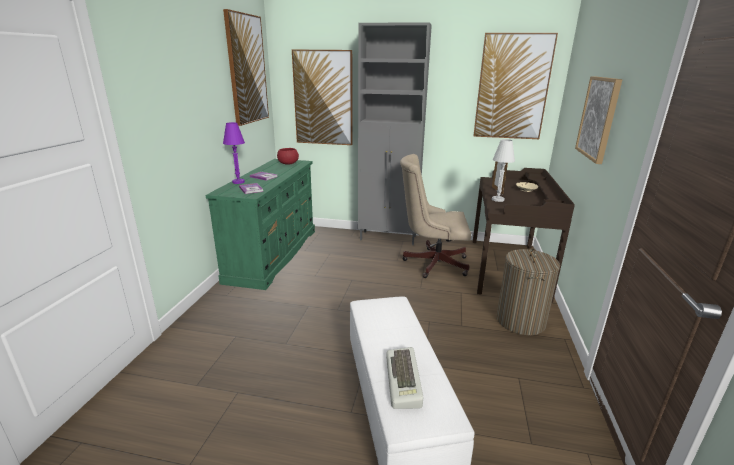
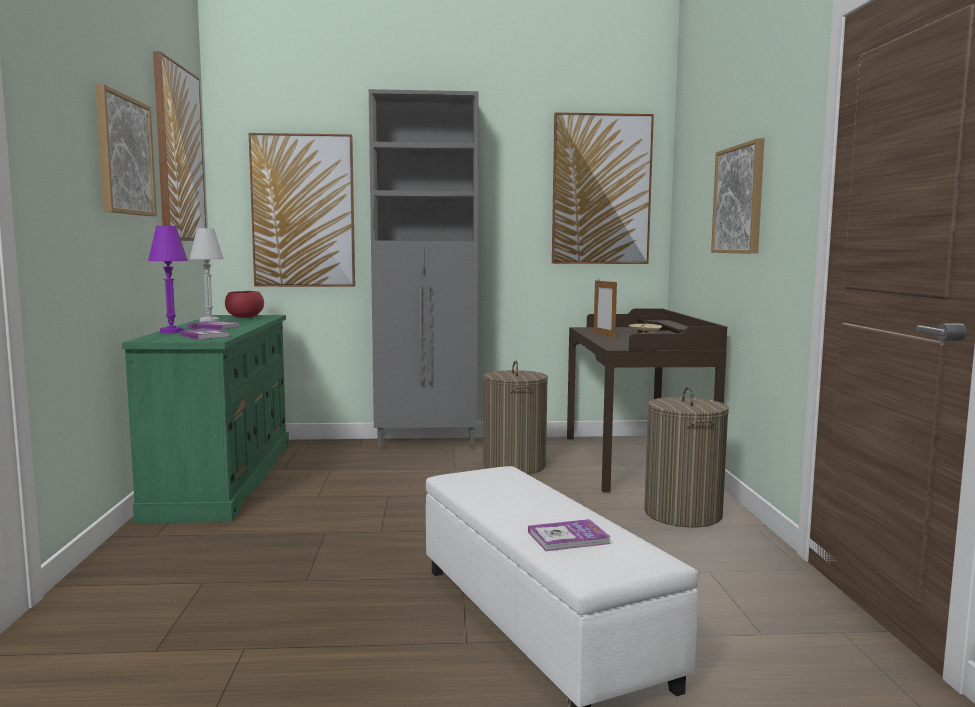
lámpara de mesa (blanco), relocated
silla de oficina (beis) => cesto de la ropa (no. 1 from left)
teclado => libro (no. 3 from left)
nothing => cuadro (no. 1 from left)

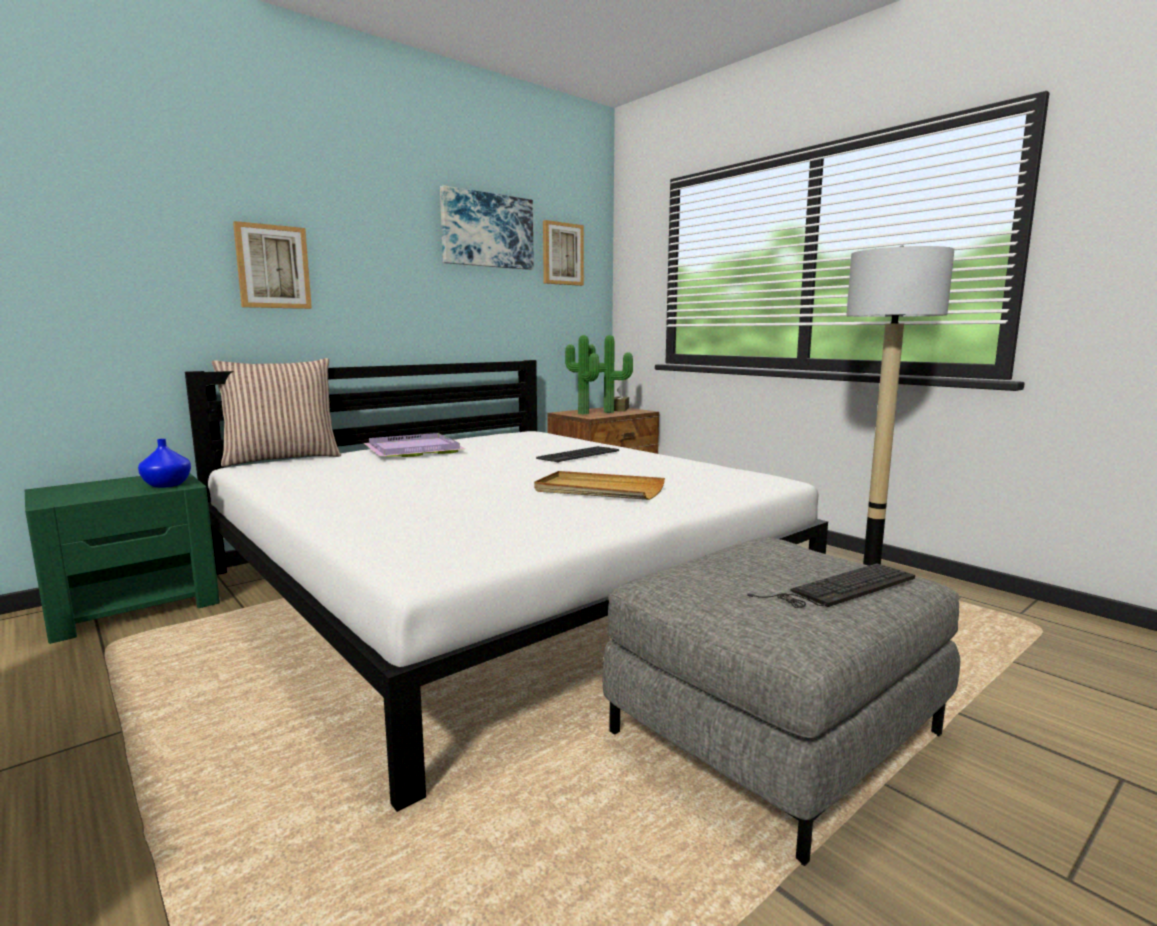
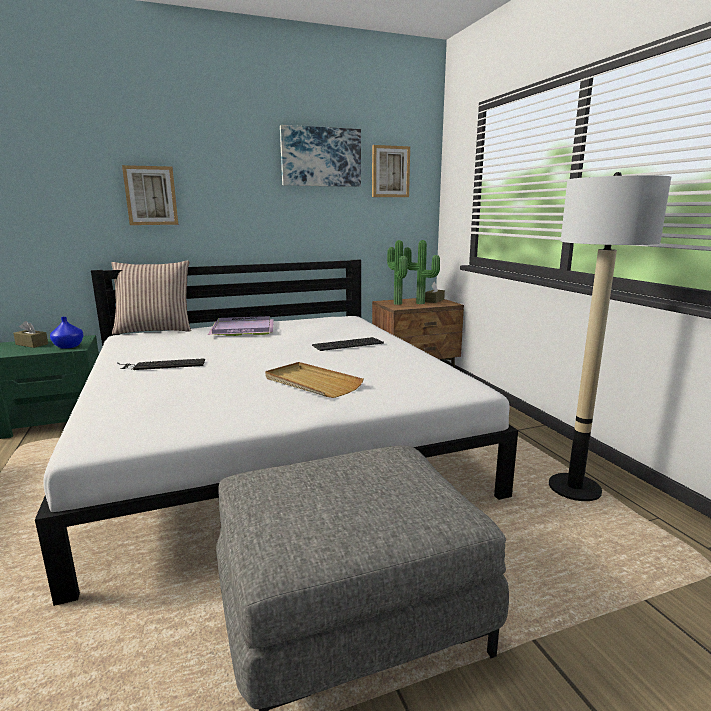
teclado (no. 2 from left in the first image) => teclado (no. 1 from left), relocated
nothing => caja de pañuelos (marrón) (no. 1 from left)

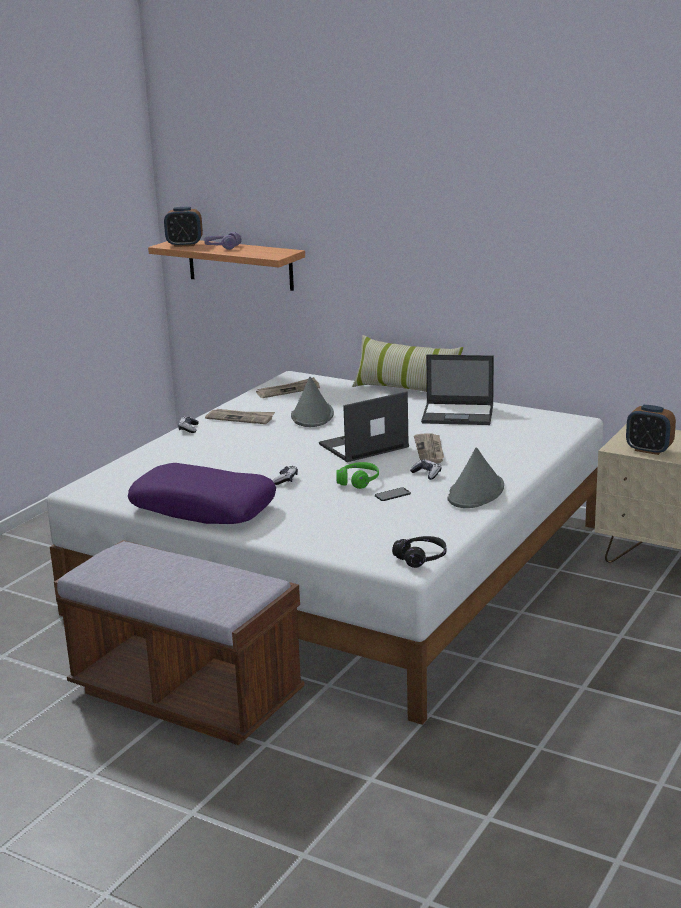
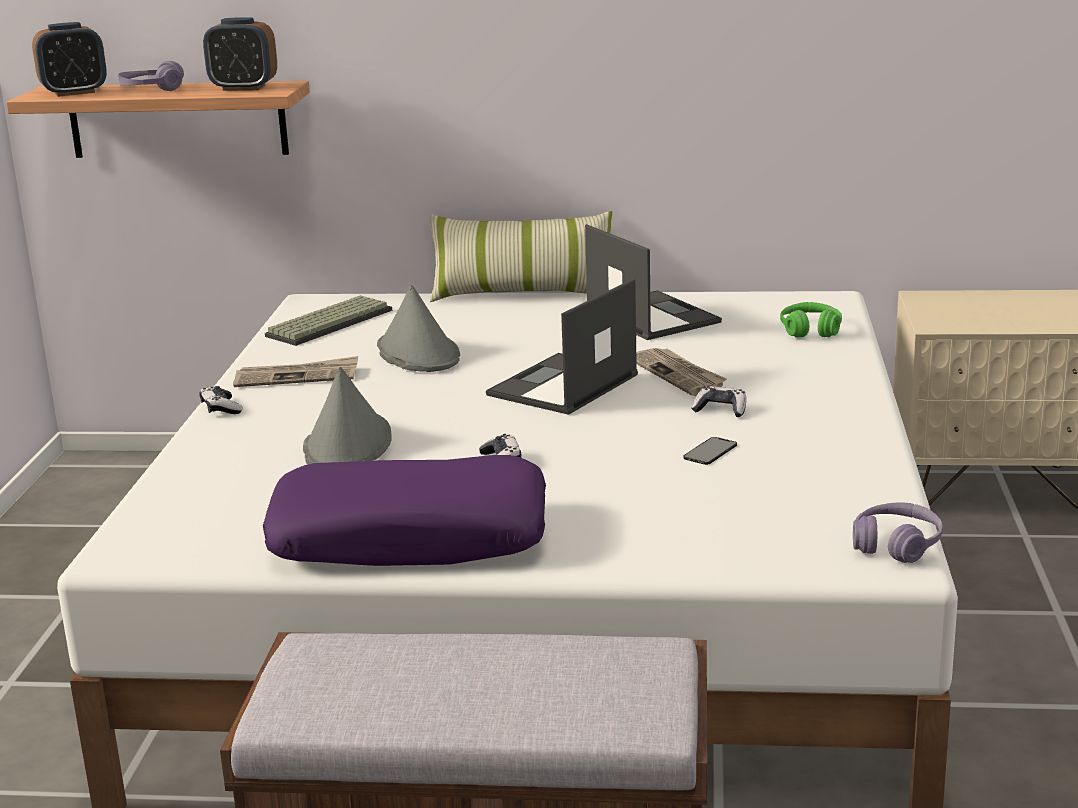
portátil (no. 2 from left), 105 degrees counterclockwise
periódico (no. 2 from left) => teclado
despertador (no. 2 from left), relocated
sombrero (gris) (no. 2 from left in the first image) => sombrero (gris) (no. 1 from left), relocated
auriculares (verde), relocated
auriculares (negro) => auriculares (morado) (no. 2 from left)

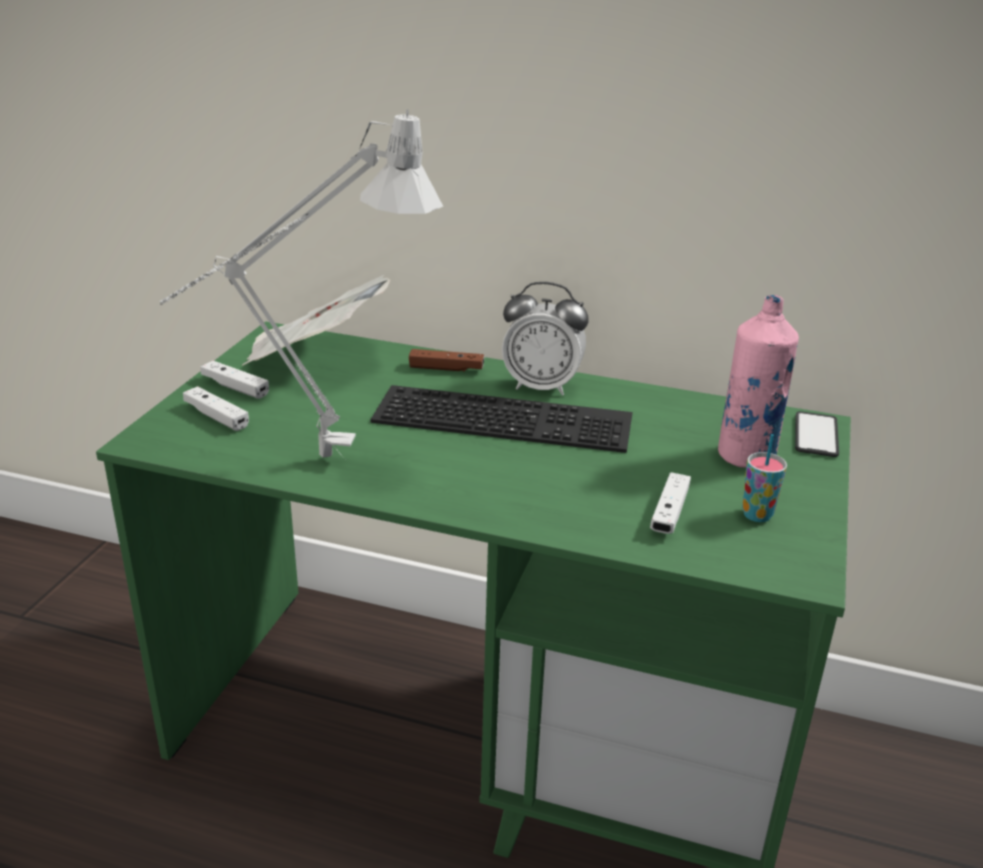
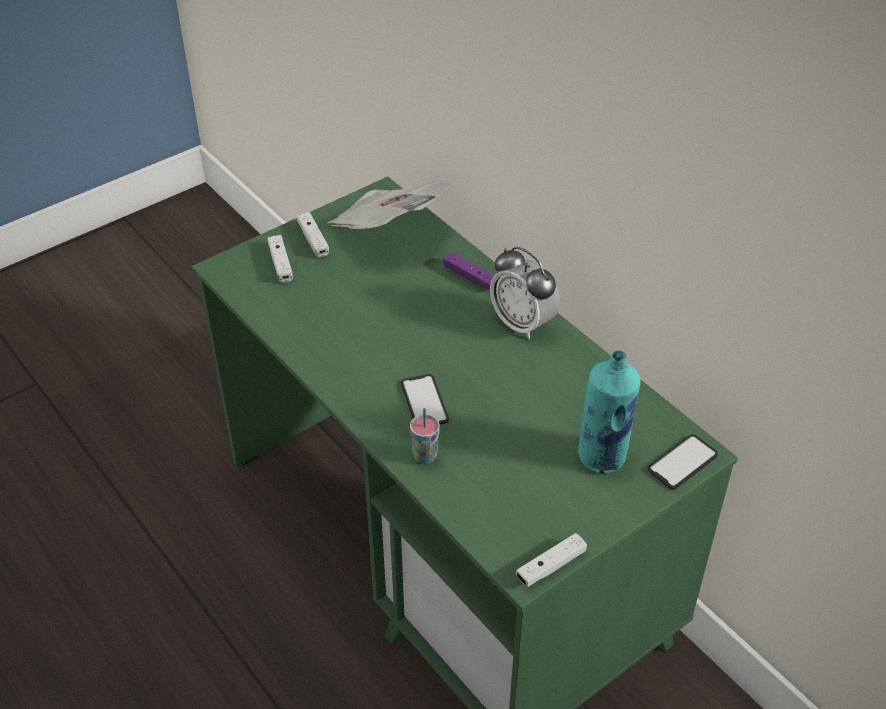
lámpara de mesa (gris) => nothing
botella (rosa) => botella (turquesa)
mando de consola (marrón) => mando de consola (morado)
teclado => nothing
taza, relocated
mando de consola (blanco) (no. 3 from left), relocated
nothing => móvil (no. 1 from left)

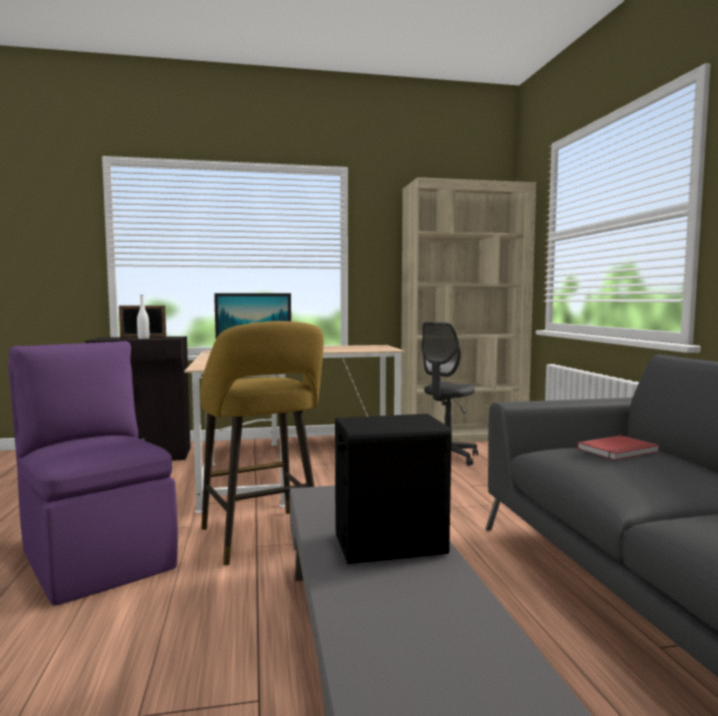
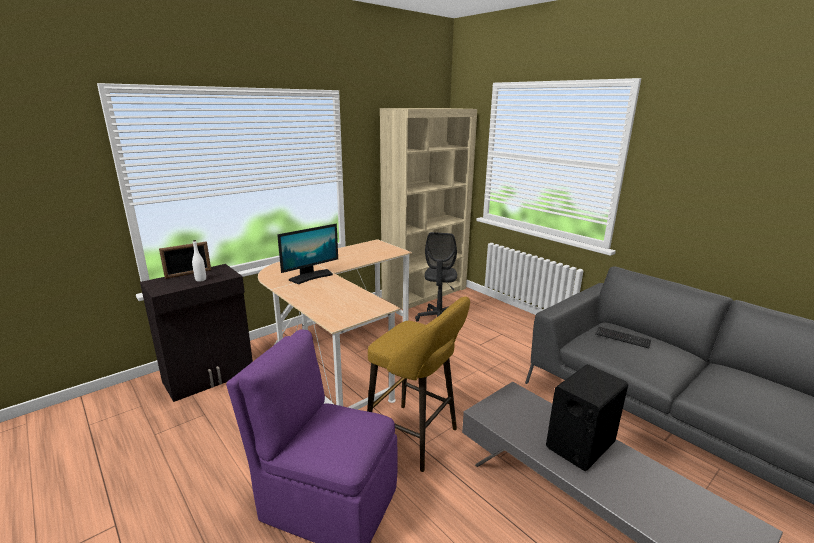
libro (rojo) => teclado

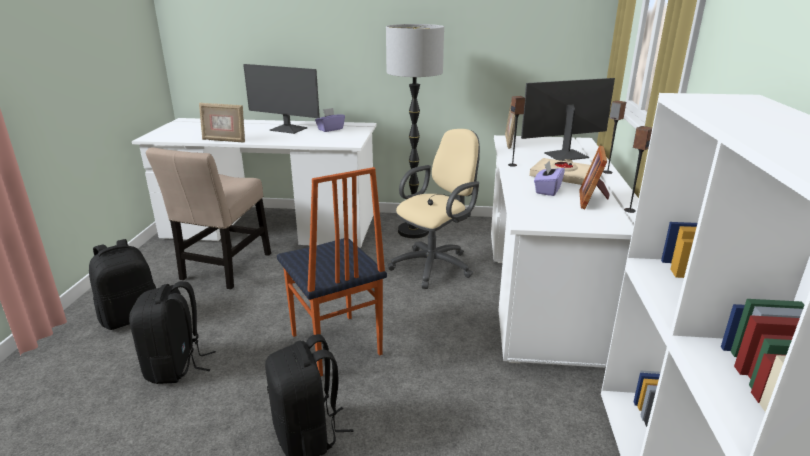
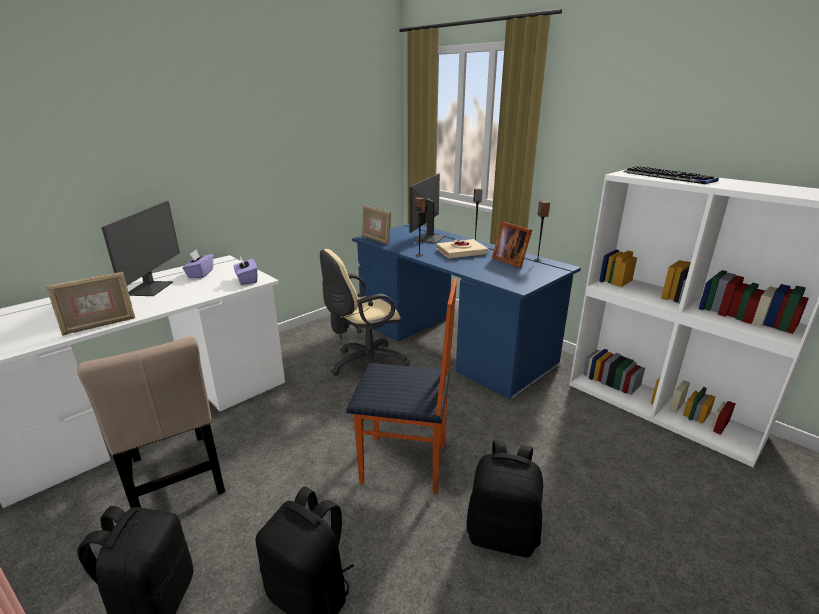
lámpara de pie => nothing
monitor (no. 1 from left), 60 degrees counterclockwise
silla de oficina (beis), 120 degrees counterclockwise
escritorio (blanco) (no. 2 from left) => escritorio (azul)
caja de pañuelos (morado) (no. 2 from left), relocated
nothing => teclado

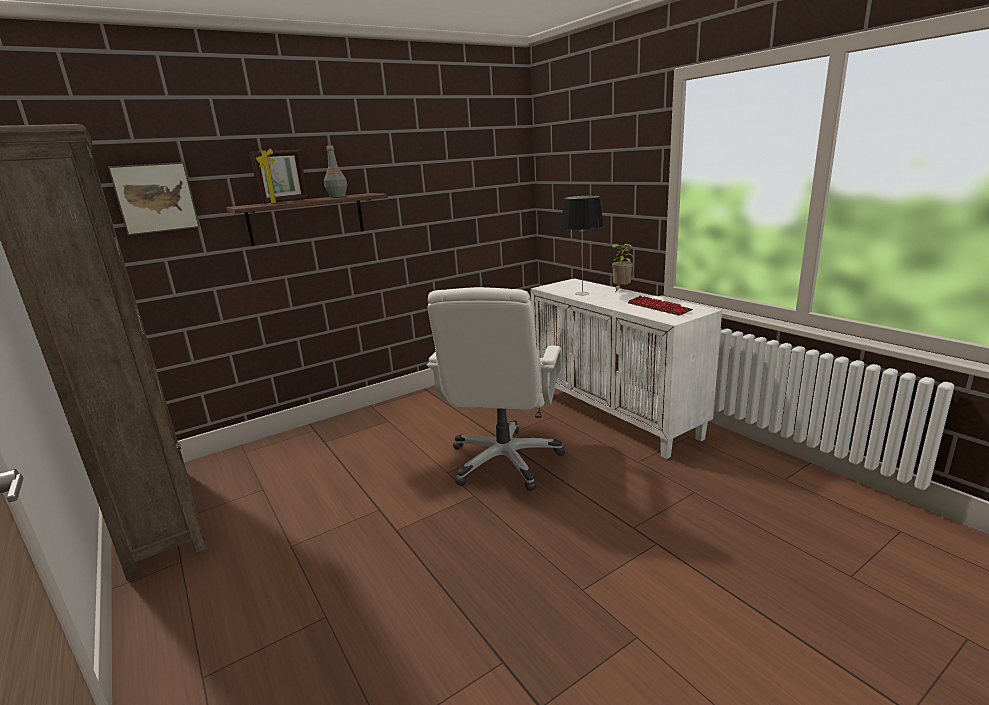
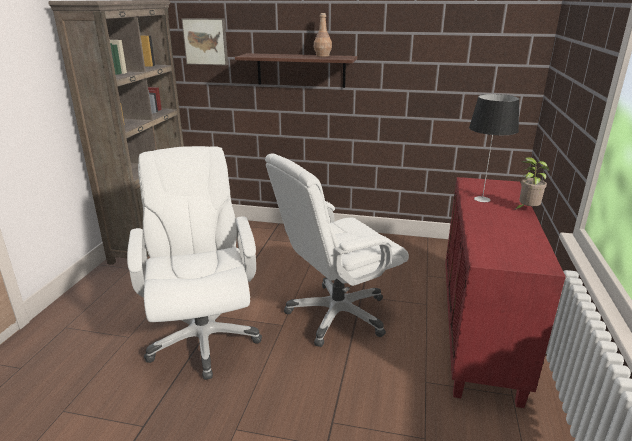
botella (gris) => botella (marrón)
portarretratos => nothing
armario (blanco) => armario (rojo)
teclado => nothing
nothing => silla de oficina (blanco) (no. 1 from left)

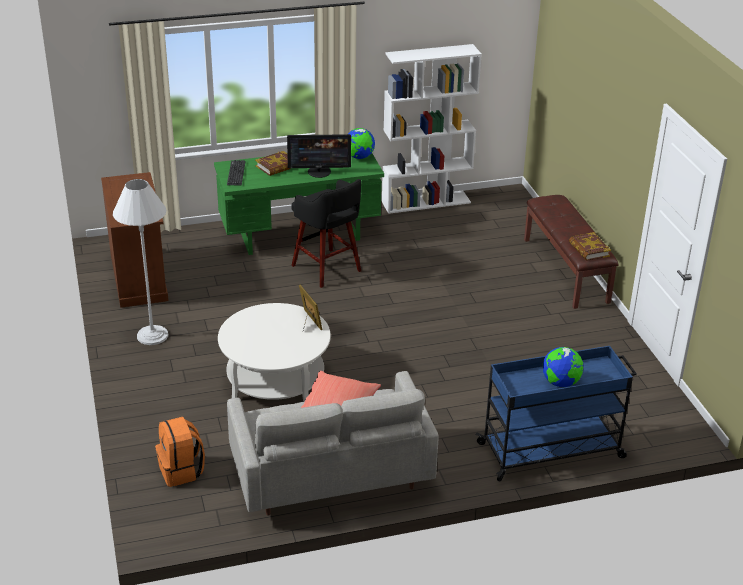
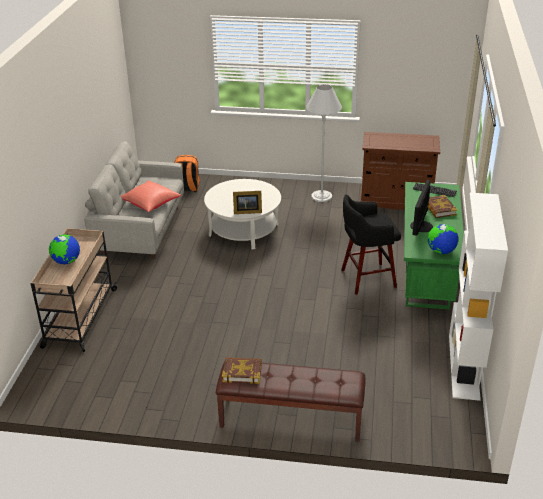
carrito (azul) => carrito (beis)

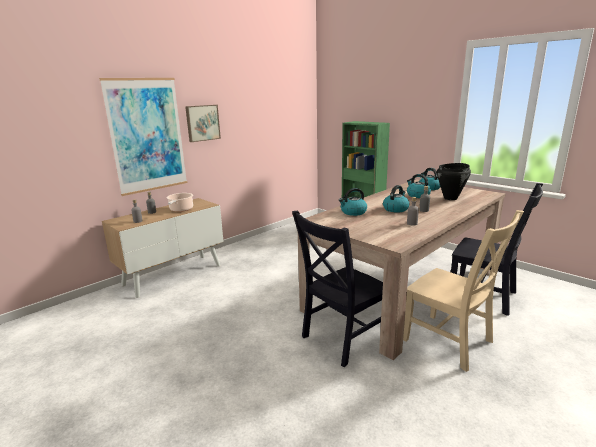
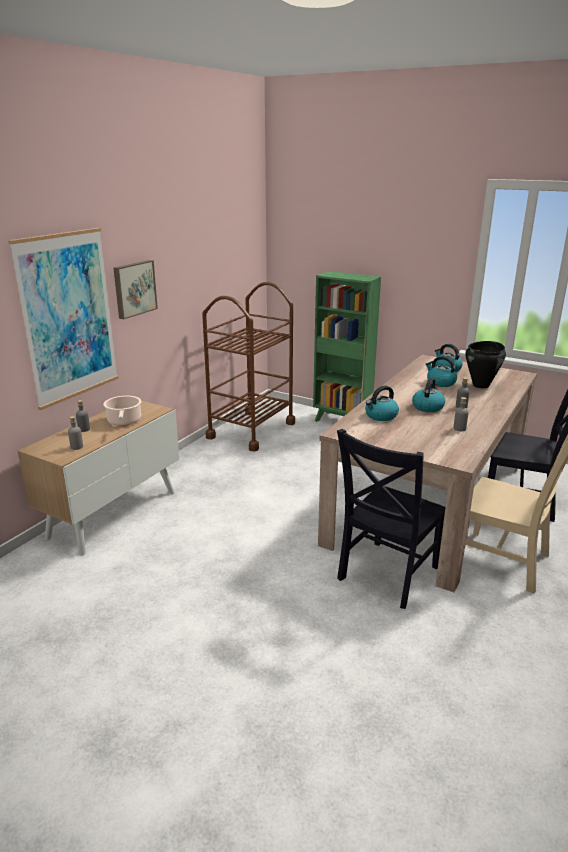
nothing => carrito (marrón)

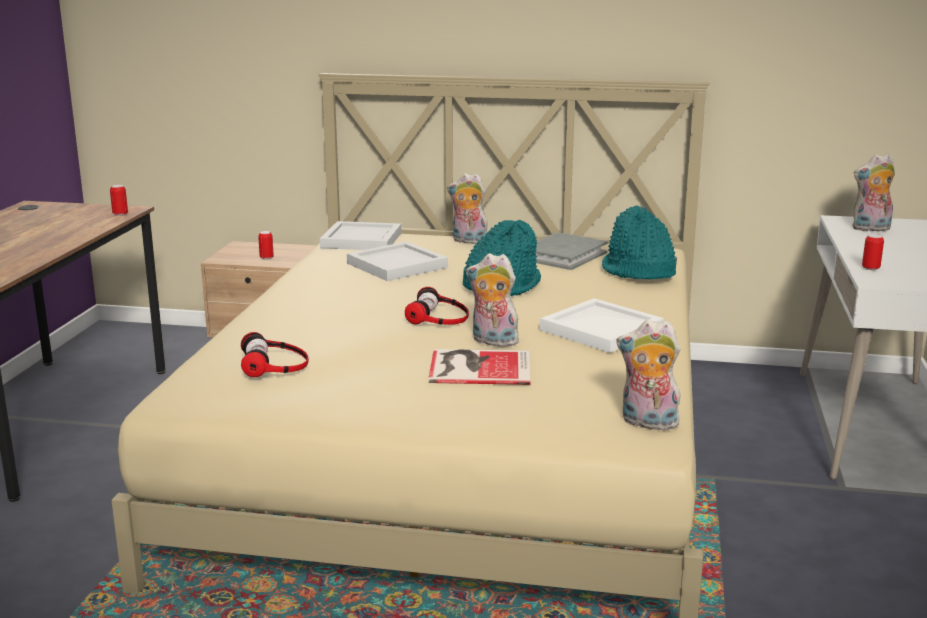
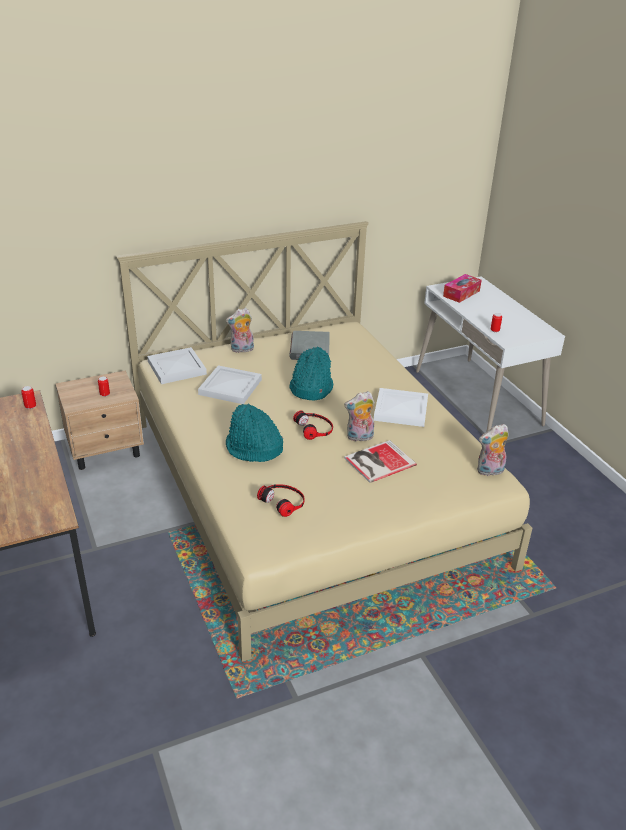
peluche (no. 4 from left) => caja de pañuelos
sombrero (turquesa) (no. 2 from left in the first image) => sombrero (turquesa) (no. 1 from left), relocated

